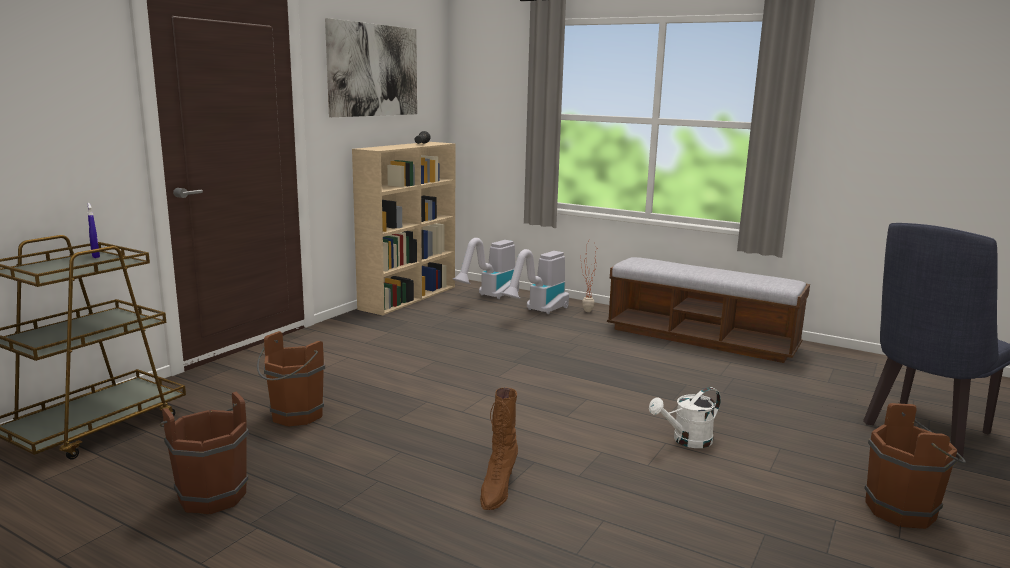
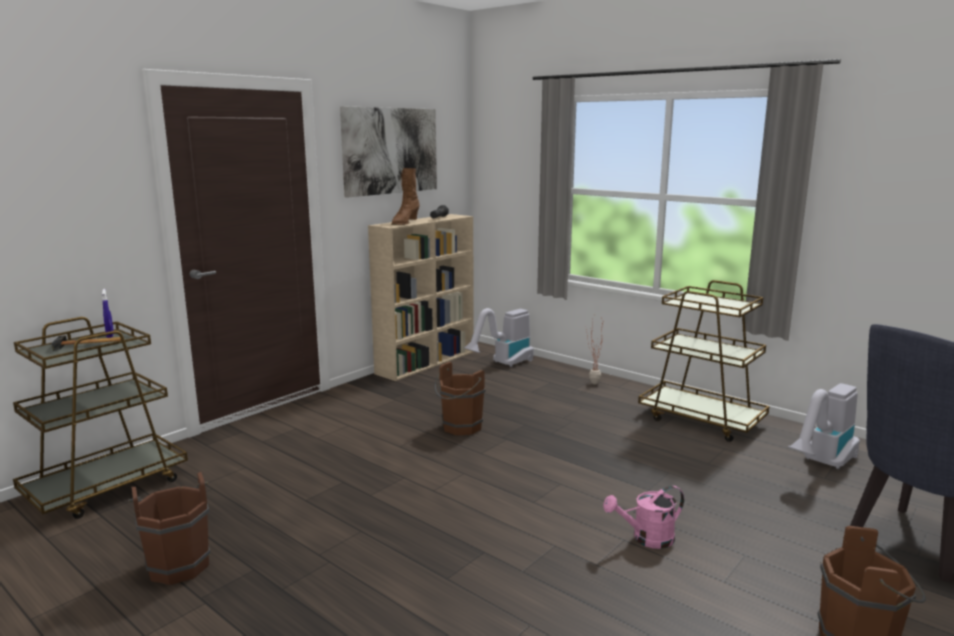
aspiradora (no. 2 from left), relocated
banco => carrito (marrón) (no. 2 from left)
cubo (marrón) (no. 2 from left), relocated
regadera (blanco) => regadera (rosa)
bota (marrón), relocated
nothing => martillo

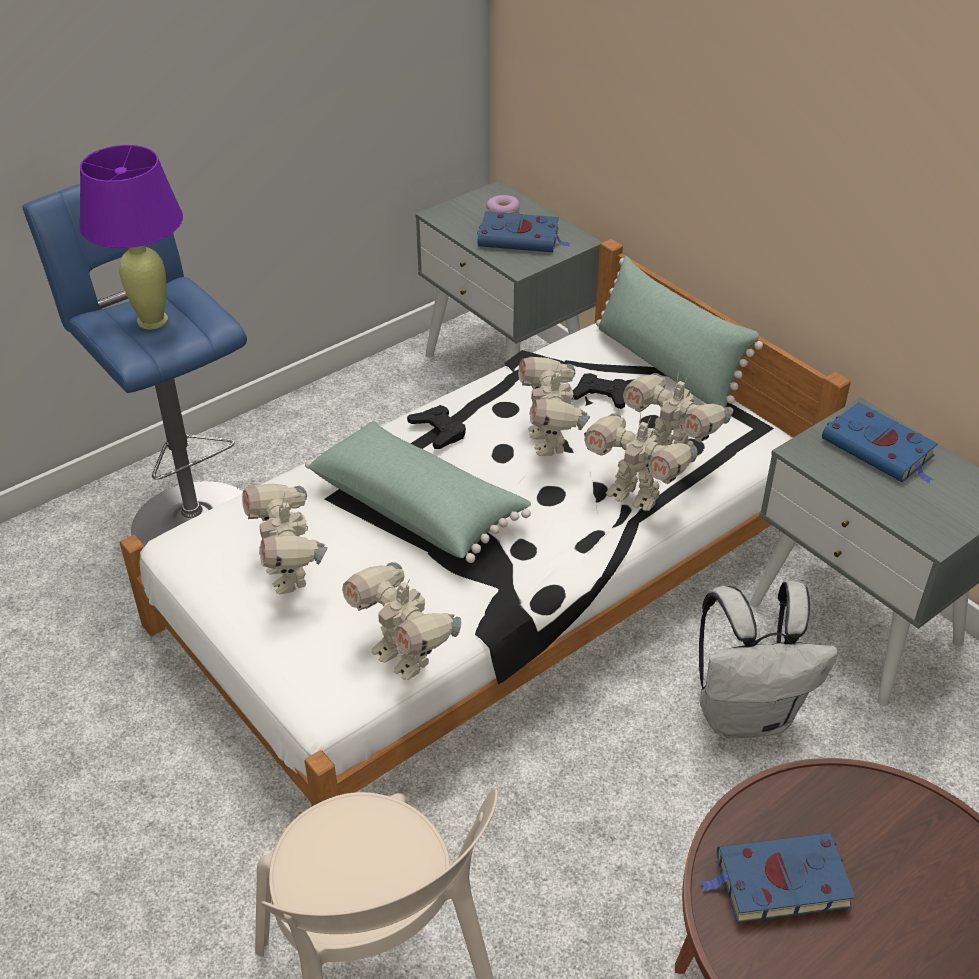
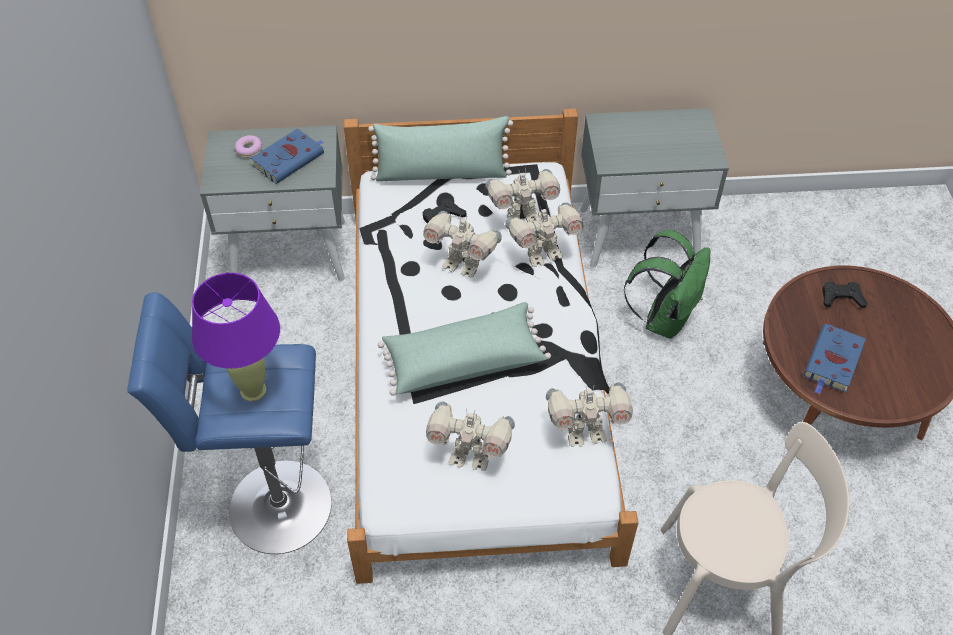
libro (azul) (no. 3 from left) => nothing
mando de consola (negro) (no. 1 from left in the first image) => mando de consola (negro) (no. 2 from left), relocated
mochila (blanco) => mochila (verde)

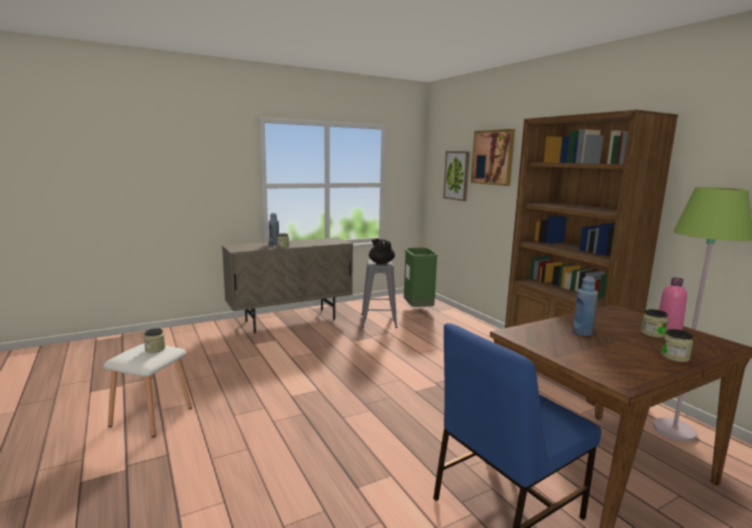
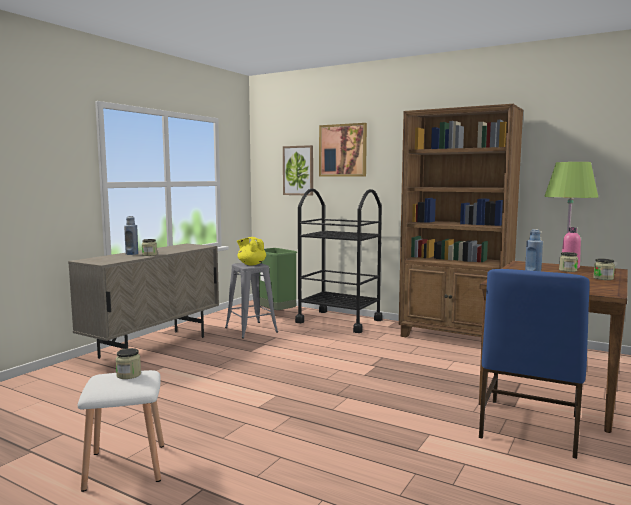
tetera (negro) => tetera (amarillo)
nothing => carrito (negro)

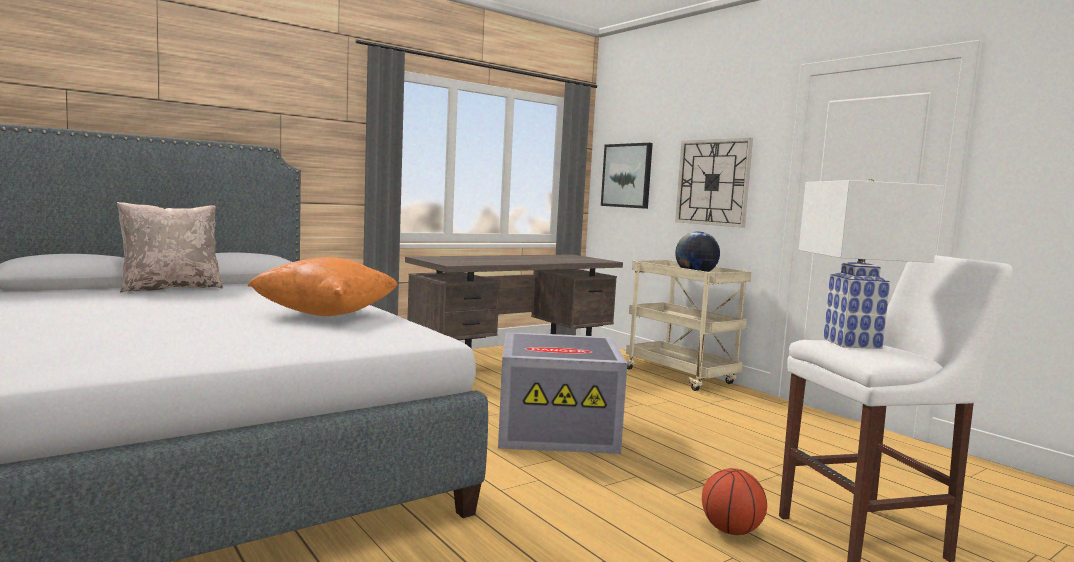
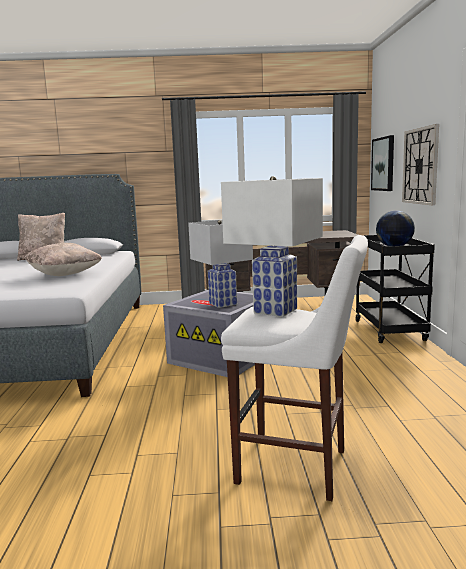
cojín (naranja) => cojín (beis) (no. 2 from left)
carrito (beis) => carrito (negro)
balón de baloncesto => nothing
nothing => lámpara de mesa (blanco) (no. 1 from left)

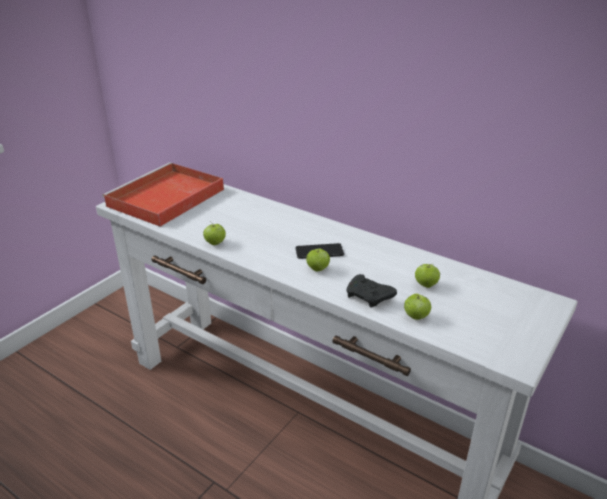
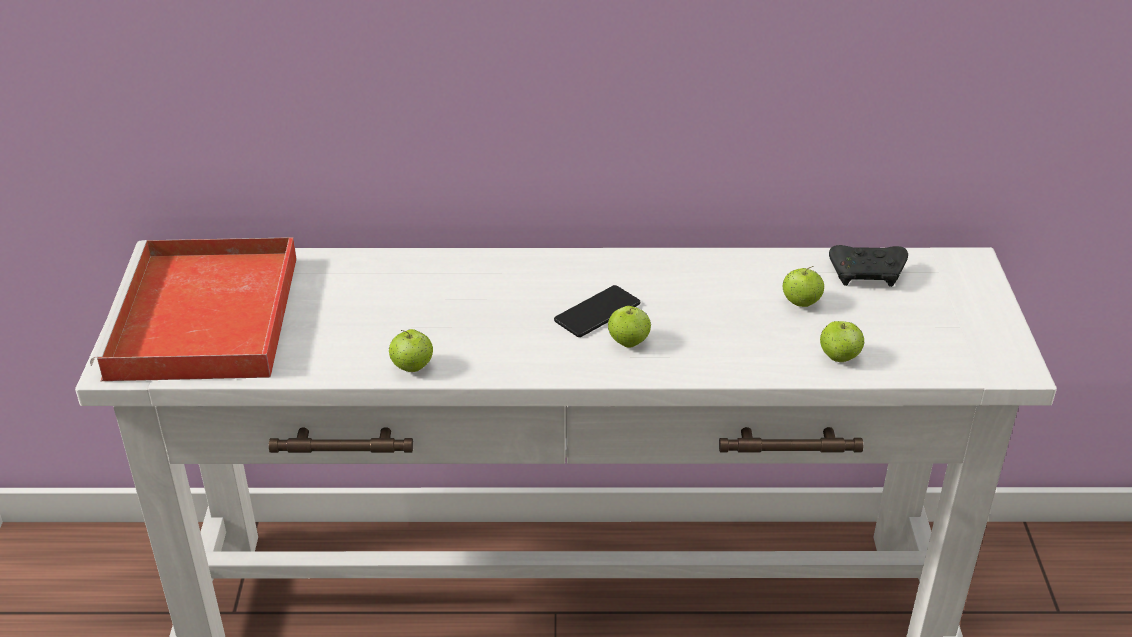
mando de consola (negro), relocated

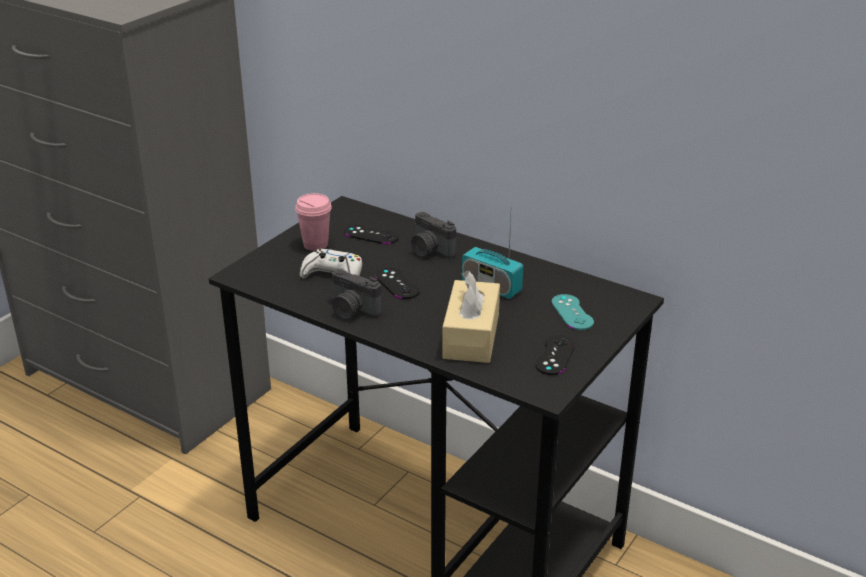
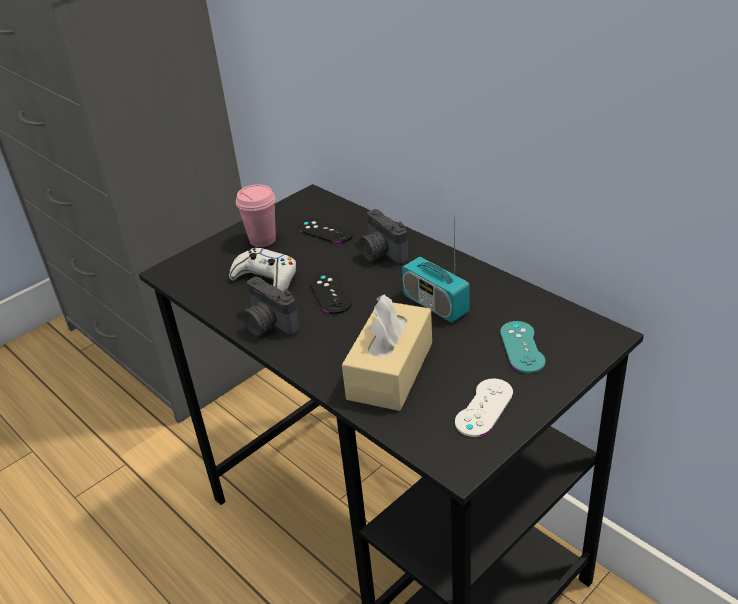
mando de consola (negro) (no. 3 from left) => mando de consola (blanco) (no. 2 from left)

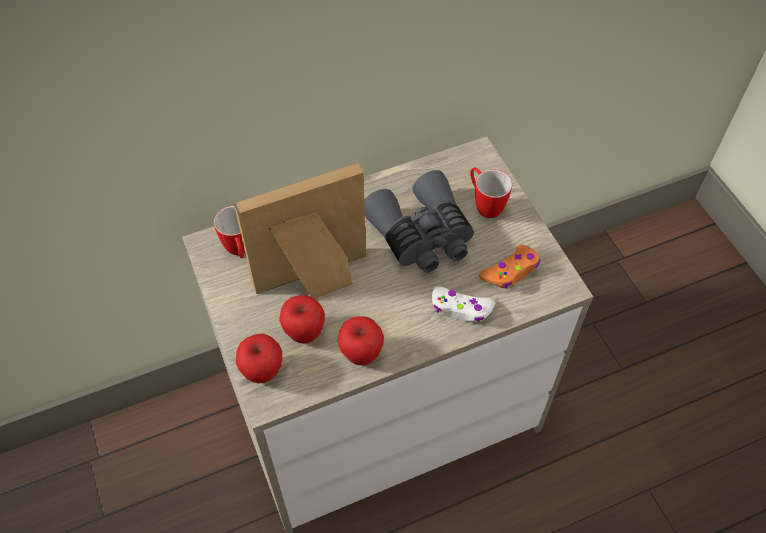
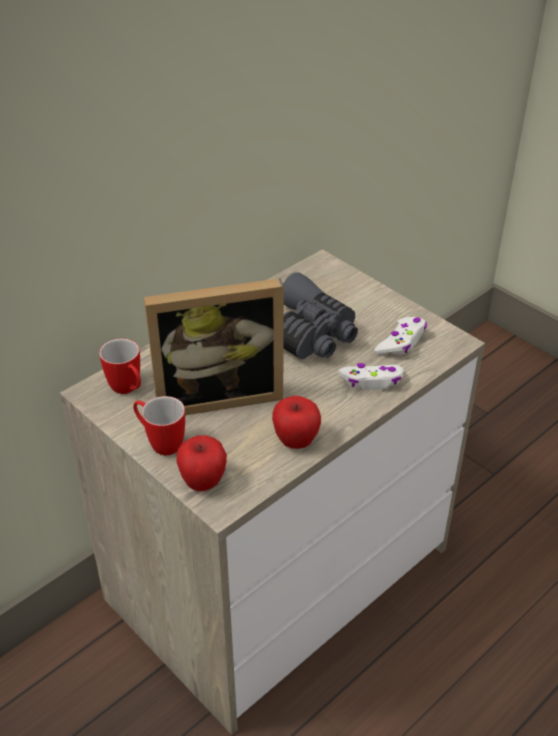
portarretratos, 150 degrees counterclockwise
taza grande (no. 2 from left), relocated
mando de consola (naranja) => mando de consola (blanco) (no. 2 from left)
manzana (no. 2 from left) => nothing

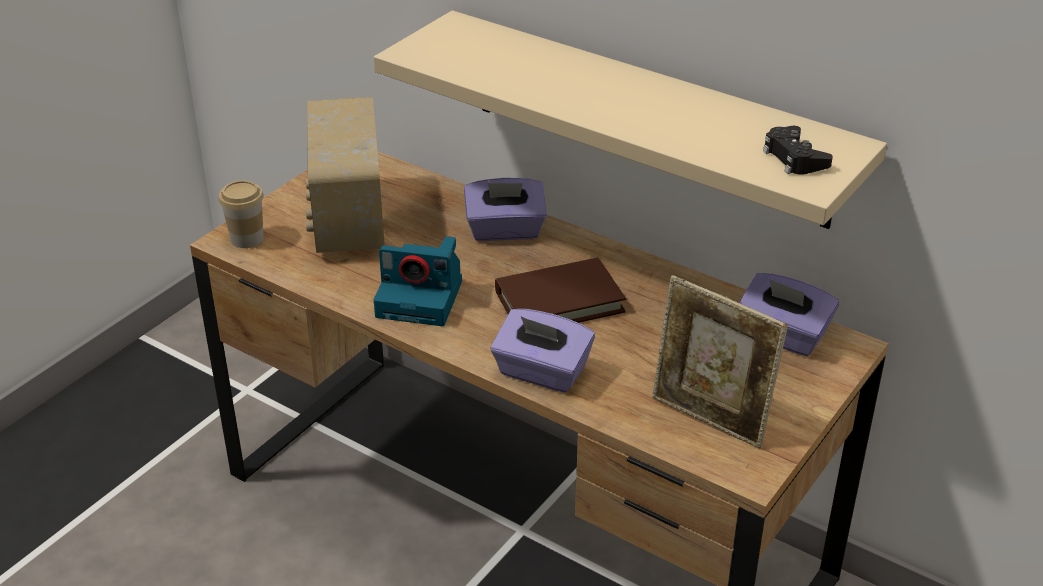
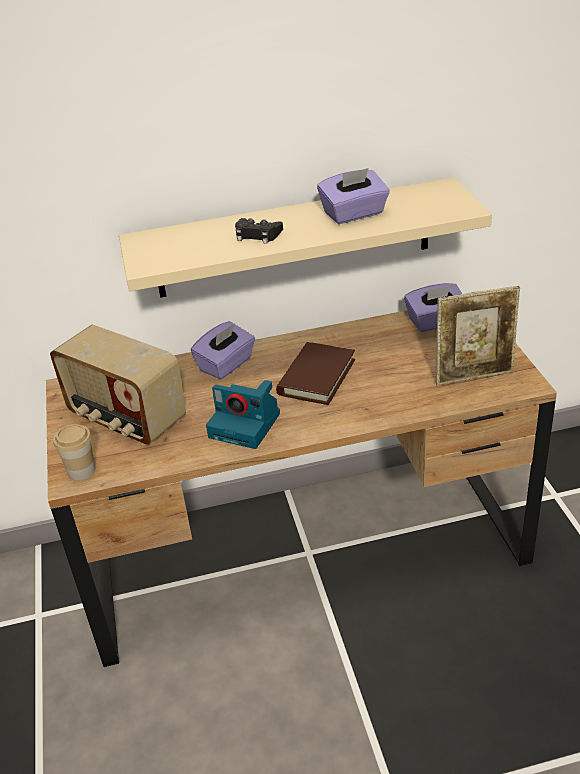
mando de consola (negro), relocated
cámara, 60 degrees clockwise
caja de pañuelos (morado) (no. 2 from left), relocated

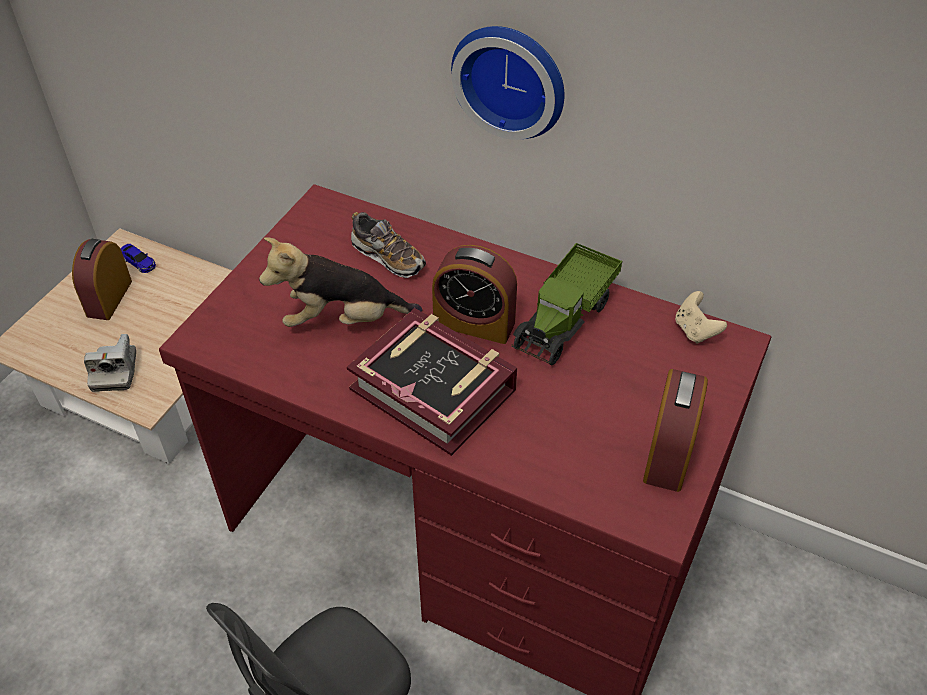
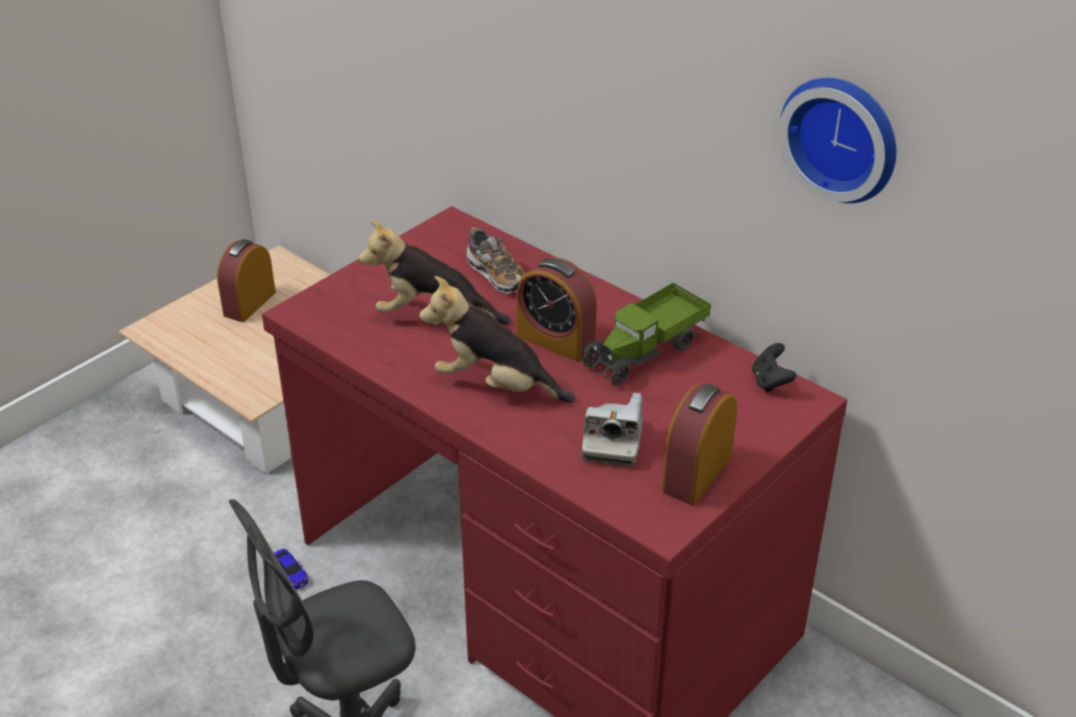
reloj de pared, relocated
coche de juguete, relocated
mando de consola (beis) => mando de consola (negro)
libro => peluche (no. 2 from left)
cámara, relocated

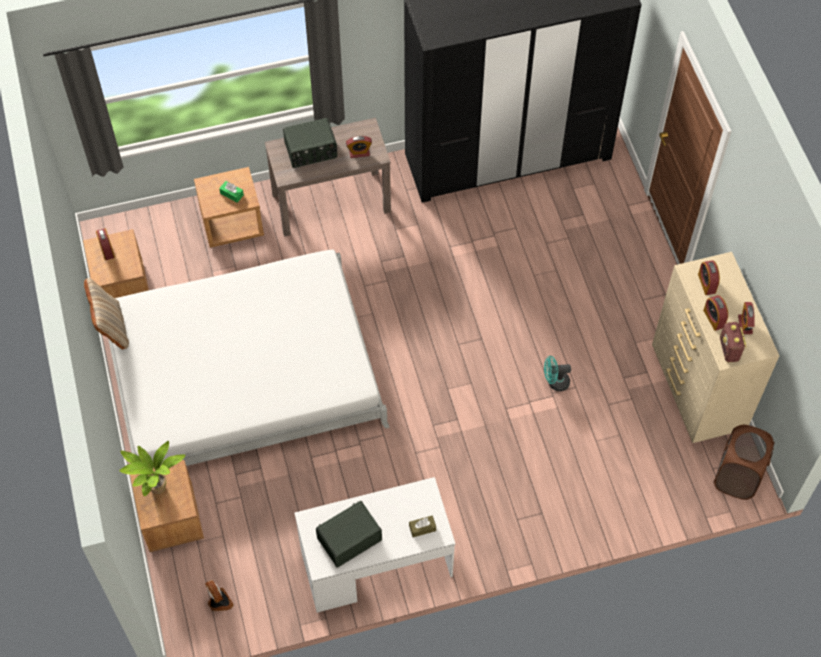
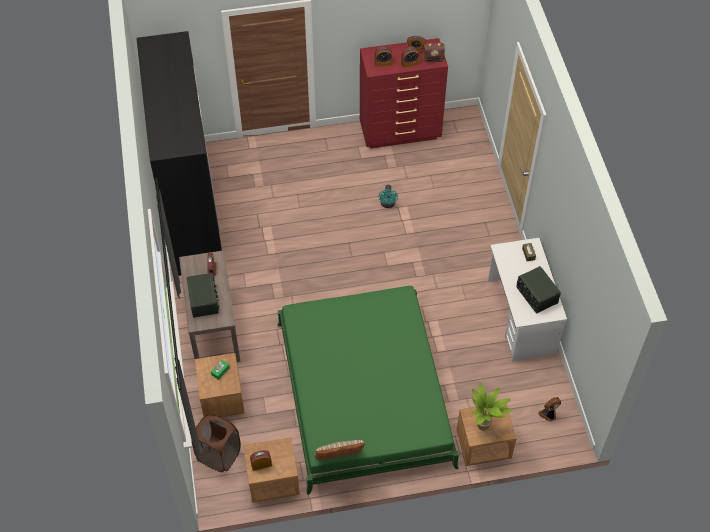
cama (blanco) => cama (verde)
cómoda (beis) => cómoda (rojo)
cesto de la ropa (marrón), relocated

